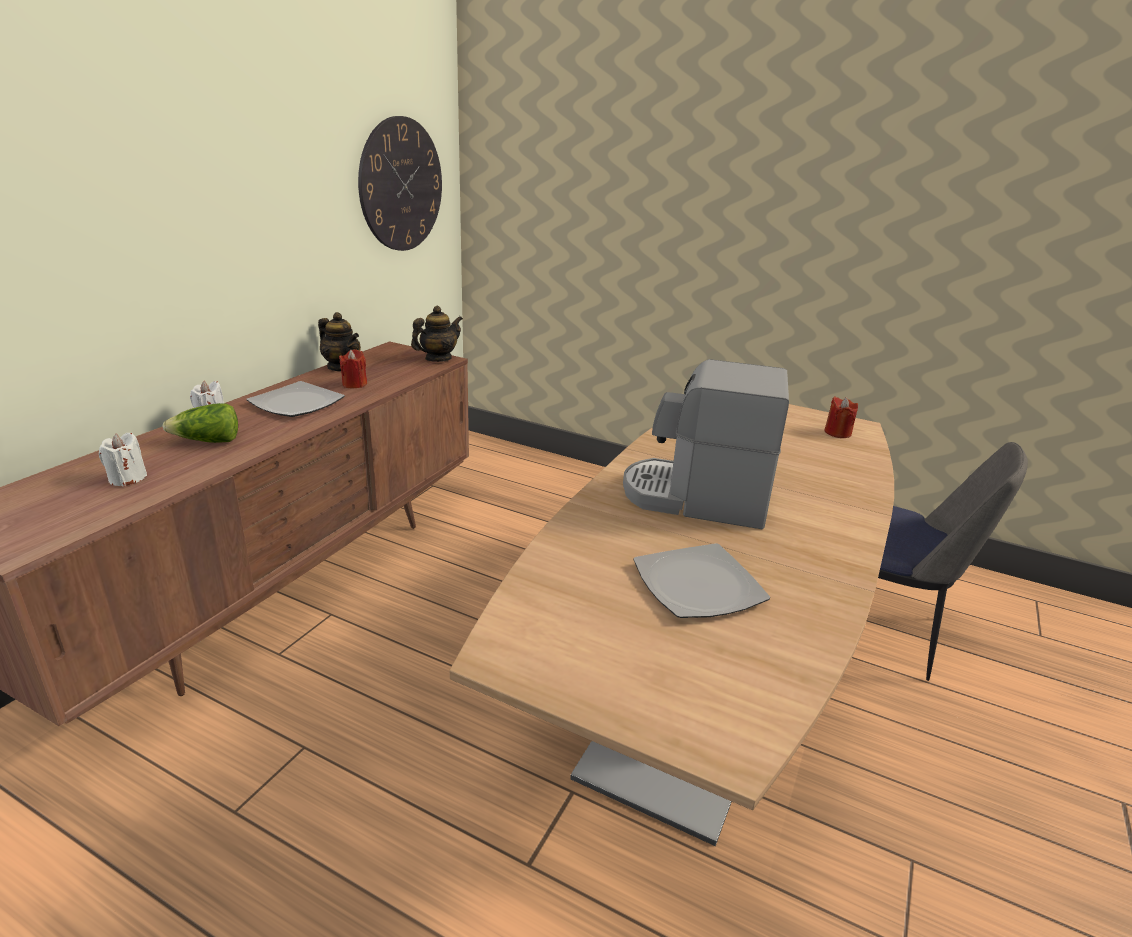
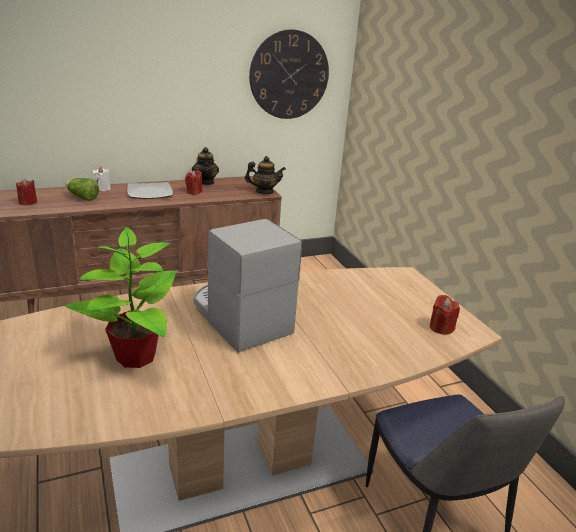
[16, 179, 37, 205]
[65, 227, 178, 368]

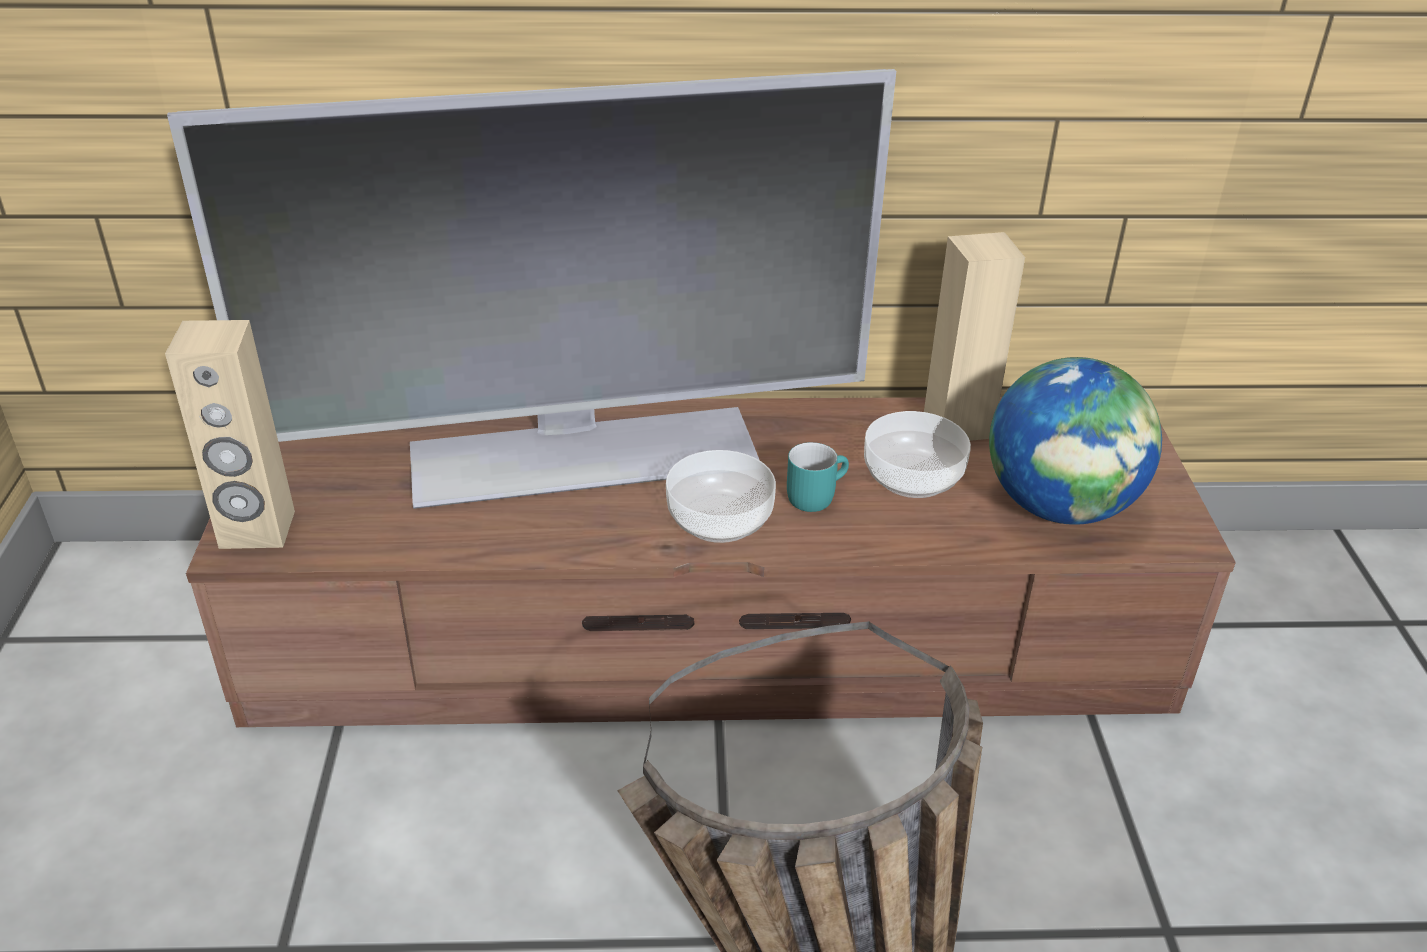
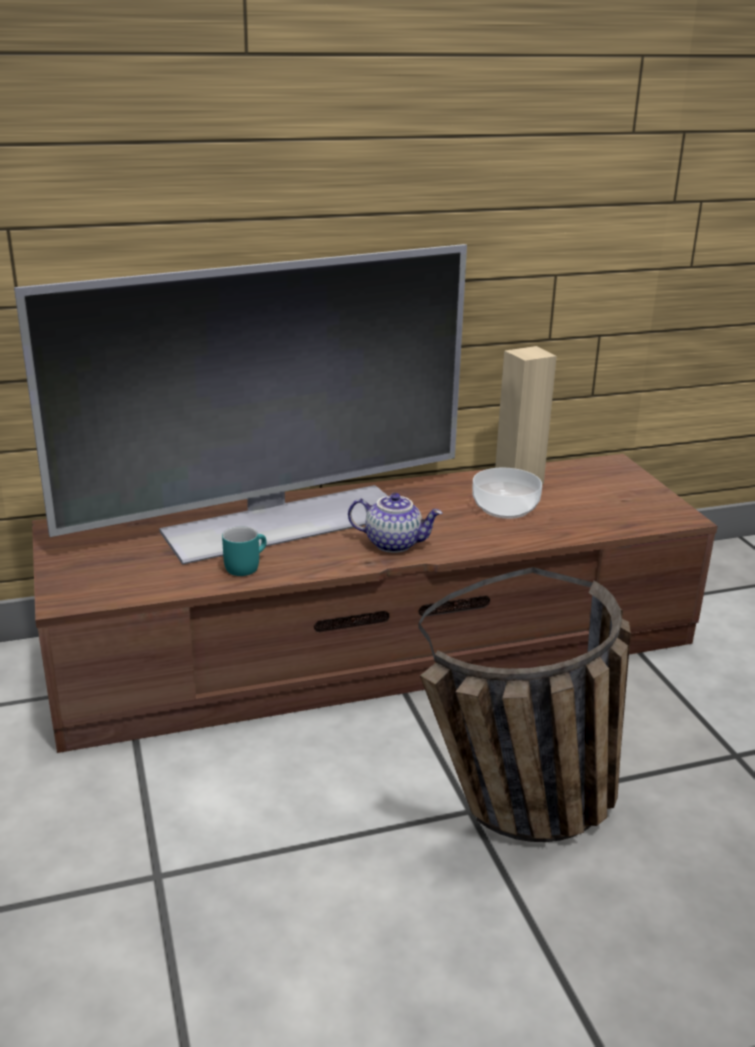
[165, 320, 295, 549] (first image)
[989, 357, 1162, 525] (first image)
[222, 526, 267, 576]
[348, 493, 442, 553]

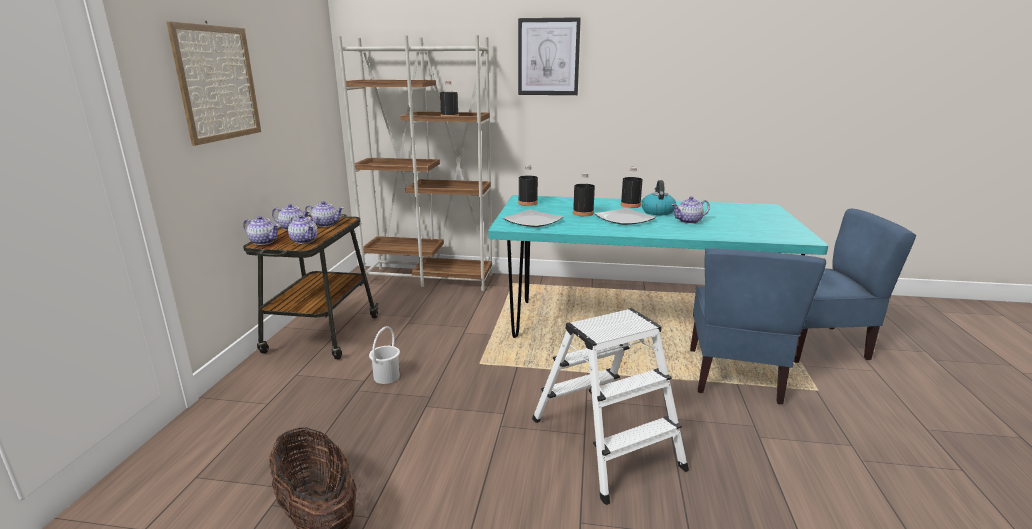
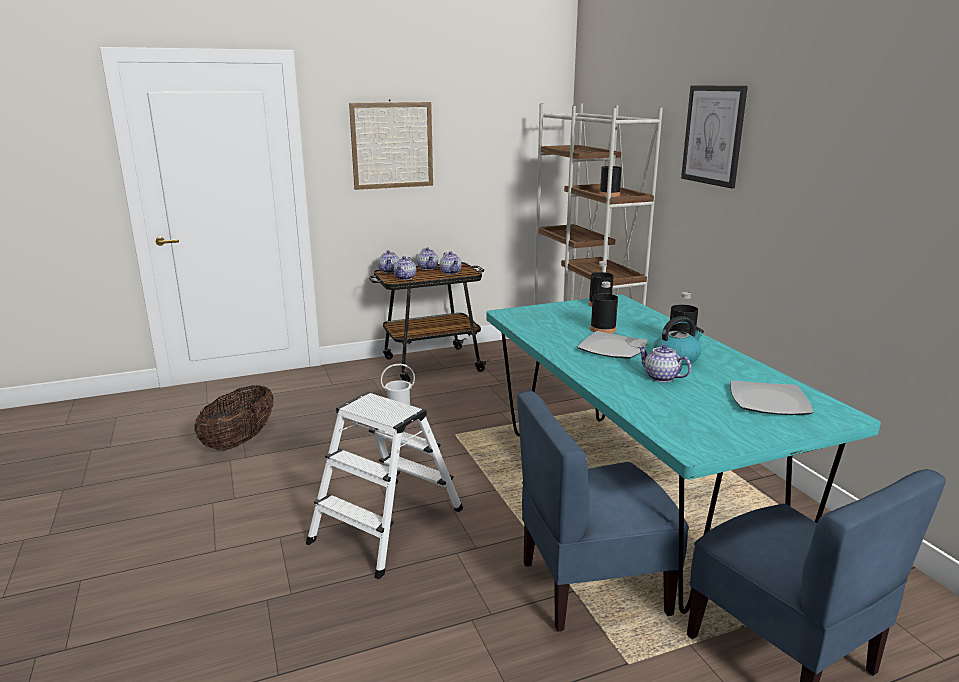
[731, 380, 813, 415]

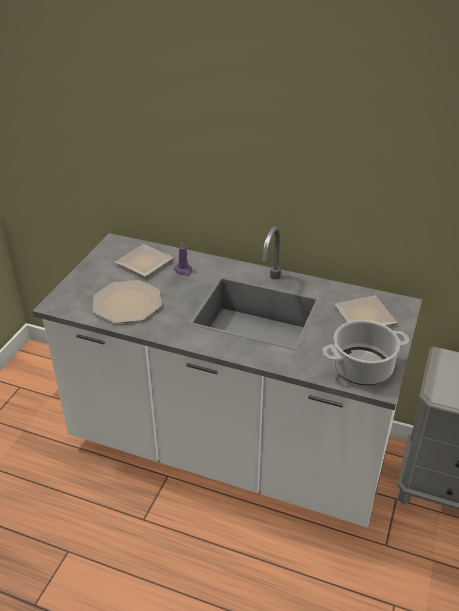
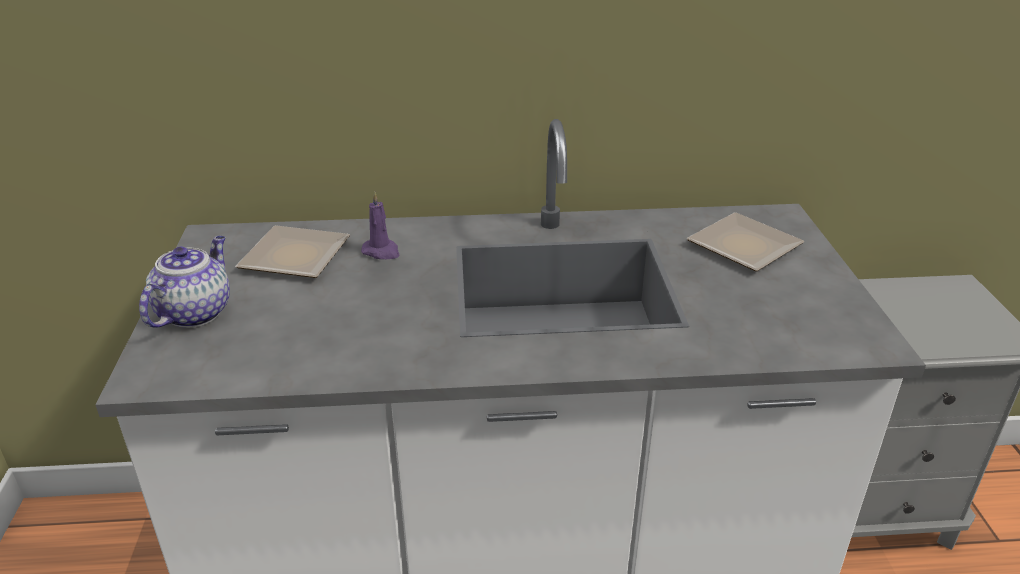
[93, 280, 162, 323] (first image)
[322, 320, 409, 385] (first image)
[139, 236, 230, 328]

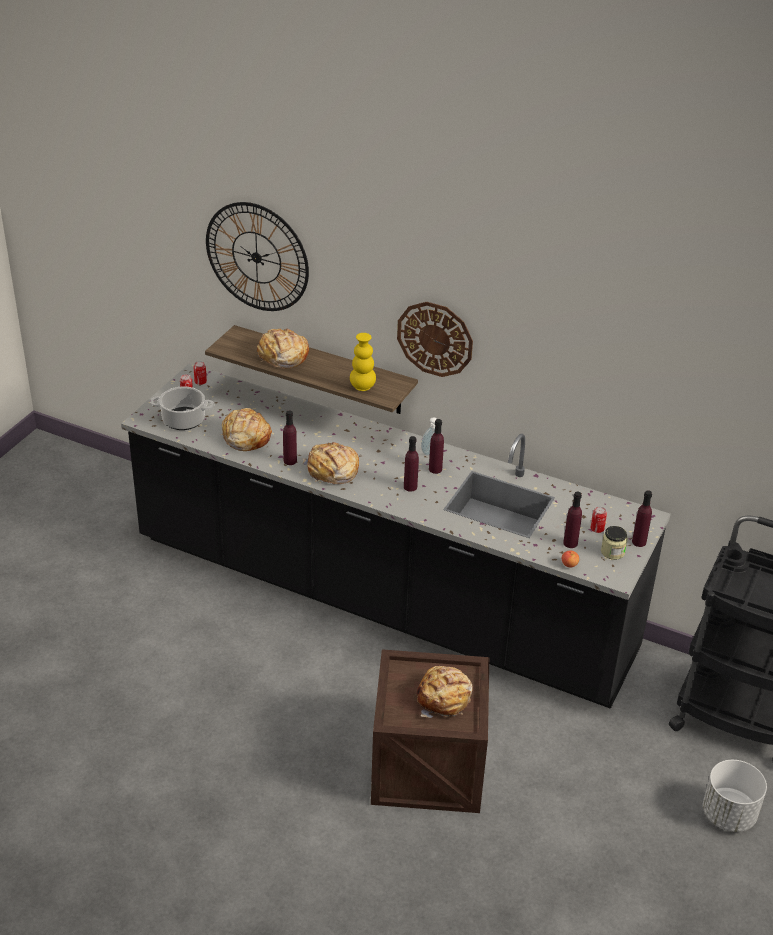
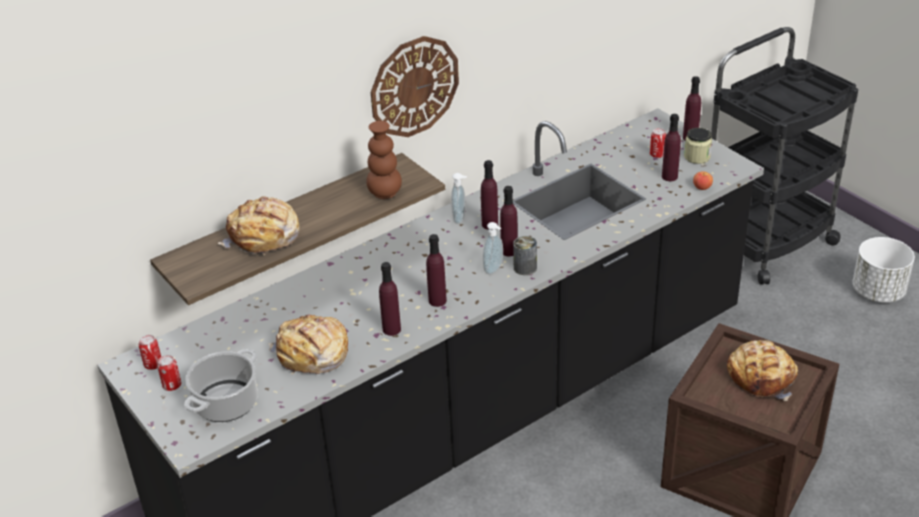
[206, 202, 309, 311] (first image)
[366, 121, 402, 199]
[426, 234, 447, 307]
[483, 222, 503, 274]
[513, 236, 537, 275]

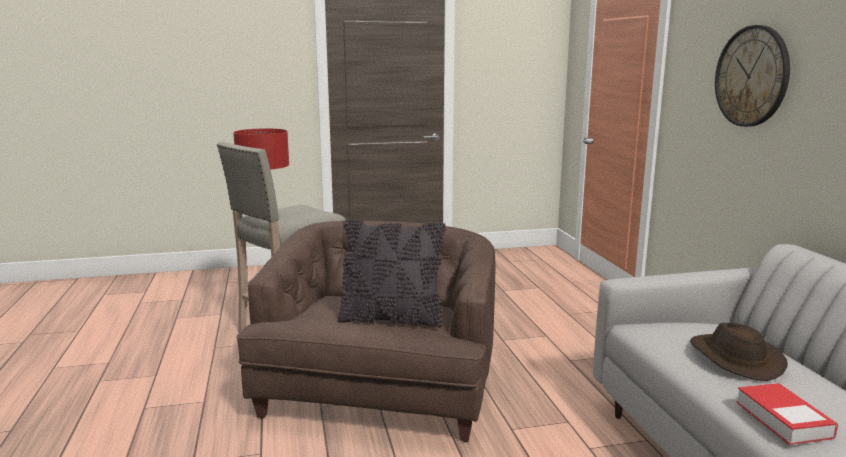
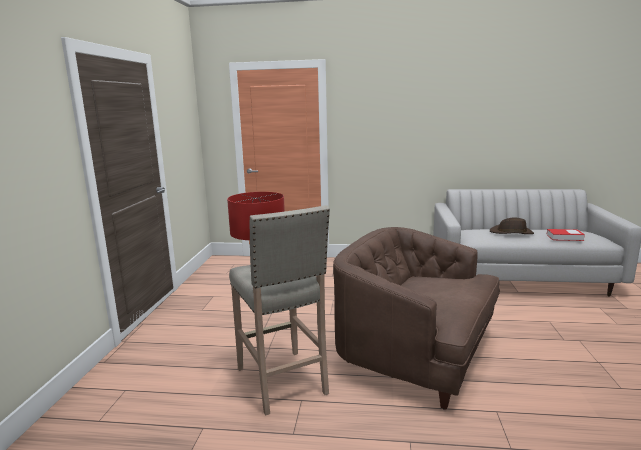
[715, 25, 790, 127] (first image)
[338, 219, 446, 328] (first image)

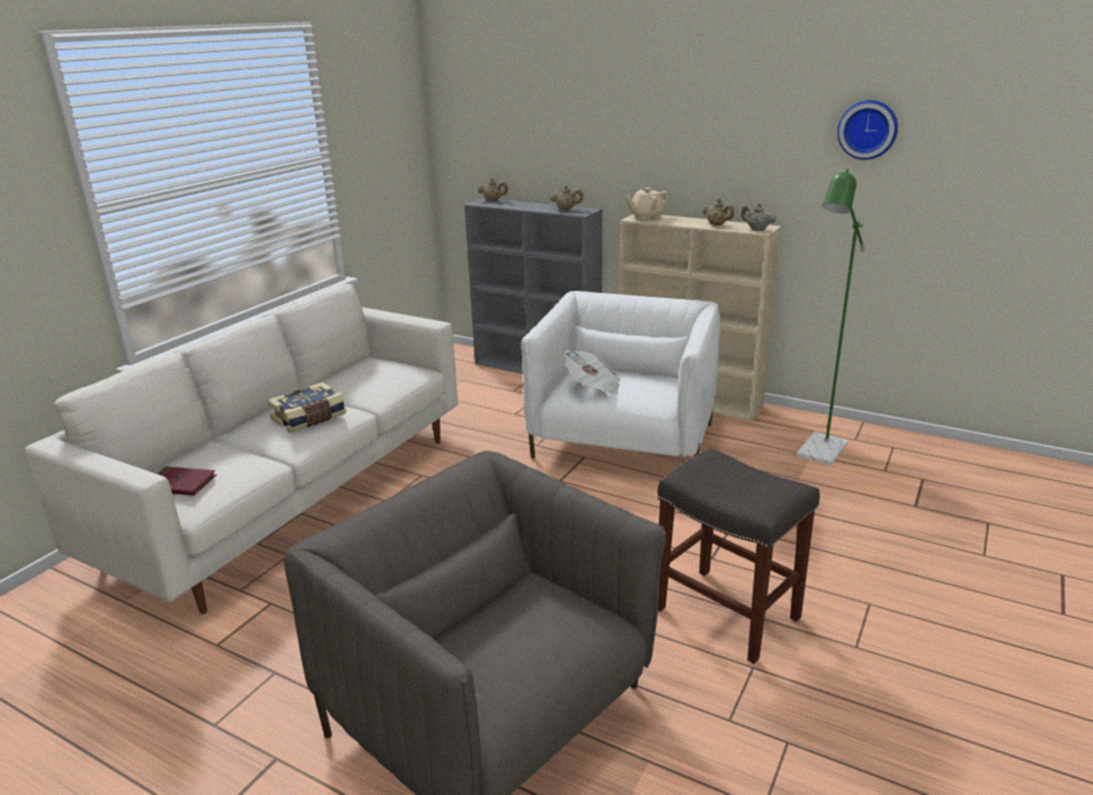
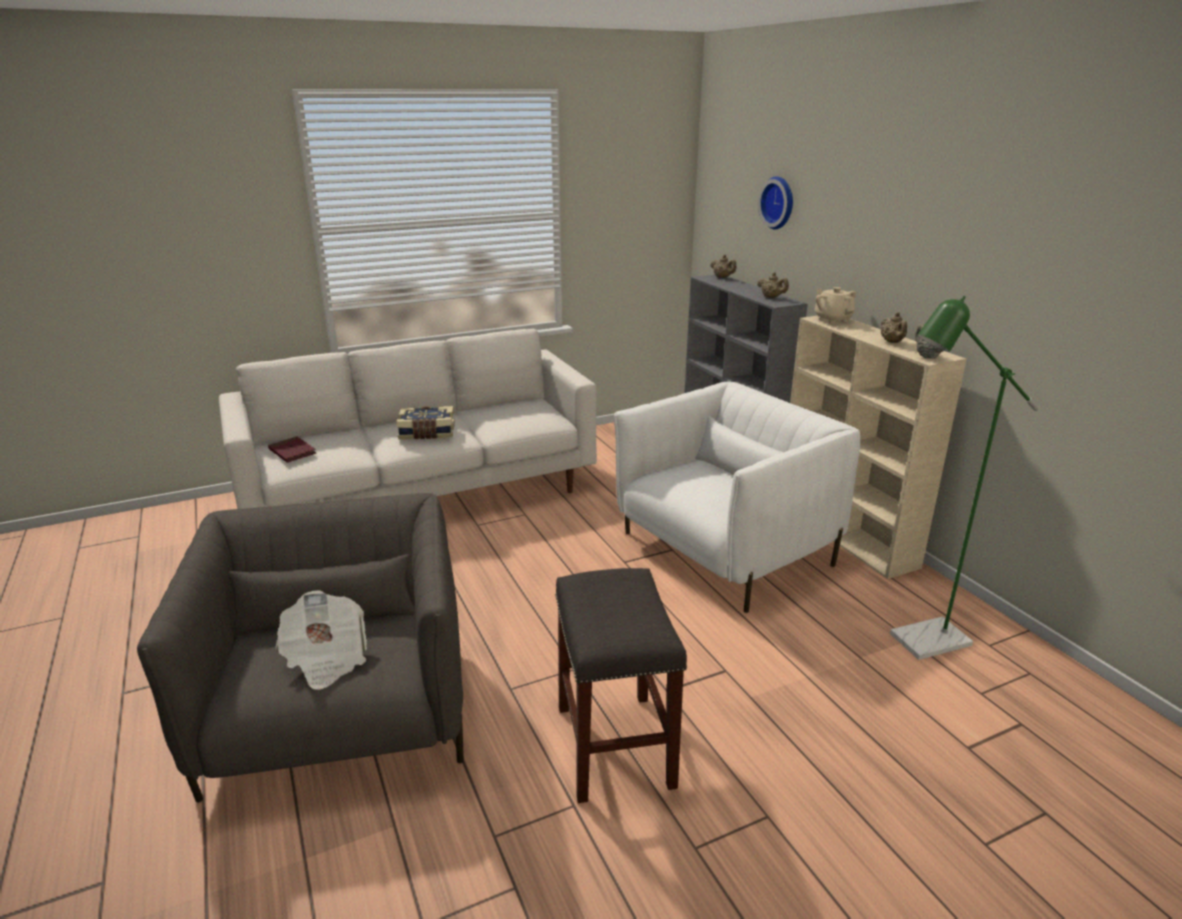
[758, 176, 793, 229]
[815, 287, 856, 324]
[275, 590, 367, 690]

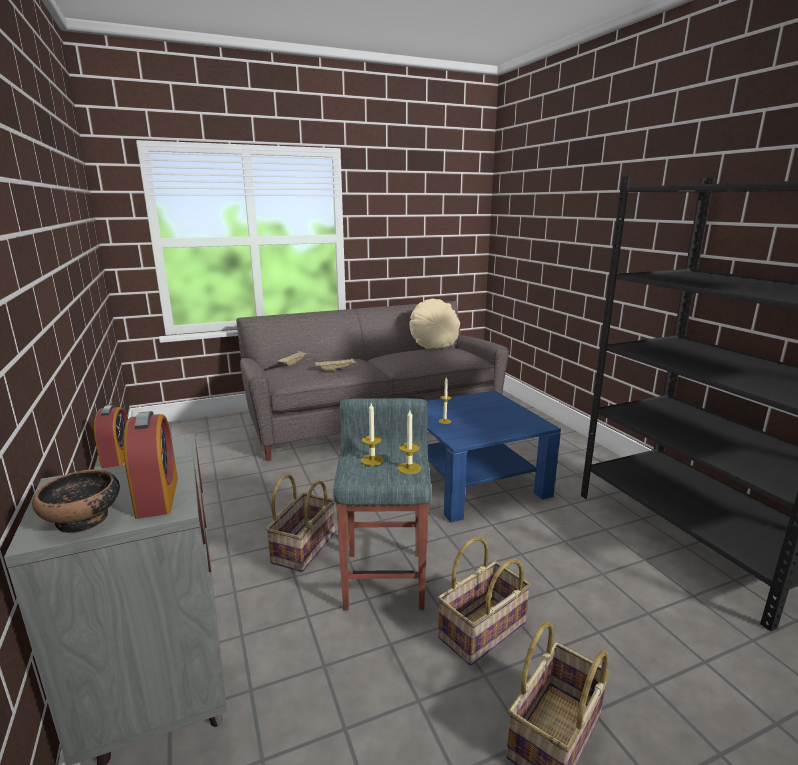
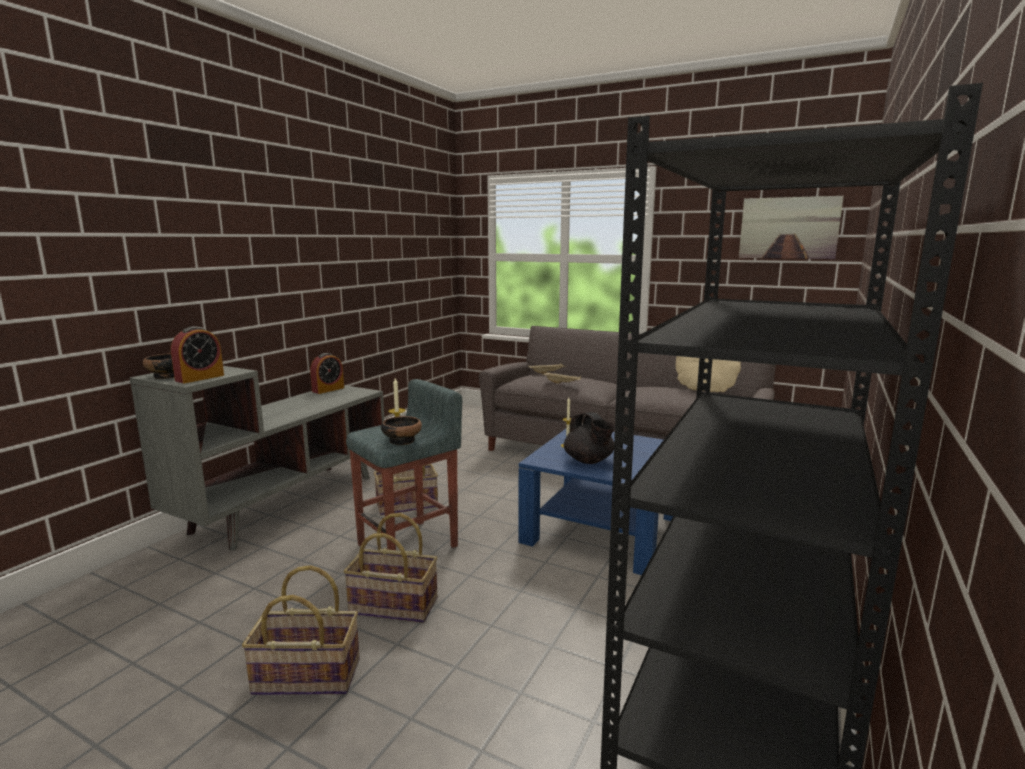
[381, 416, 422, 445]
[739, 196, 844, 259]
[564, 412, 615, 464]

